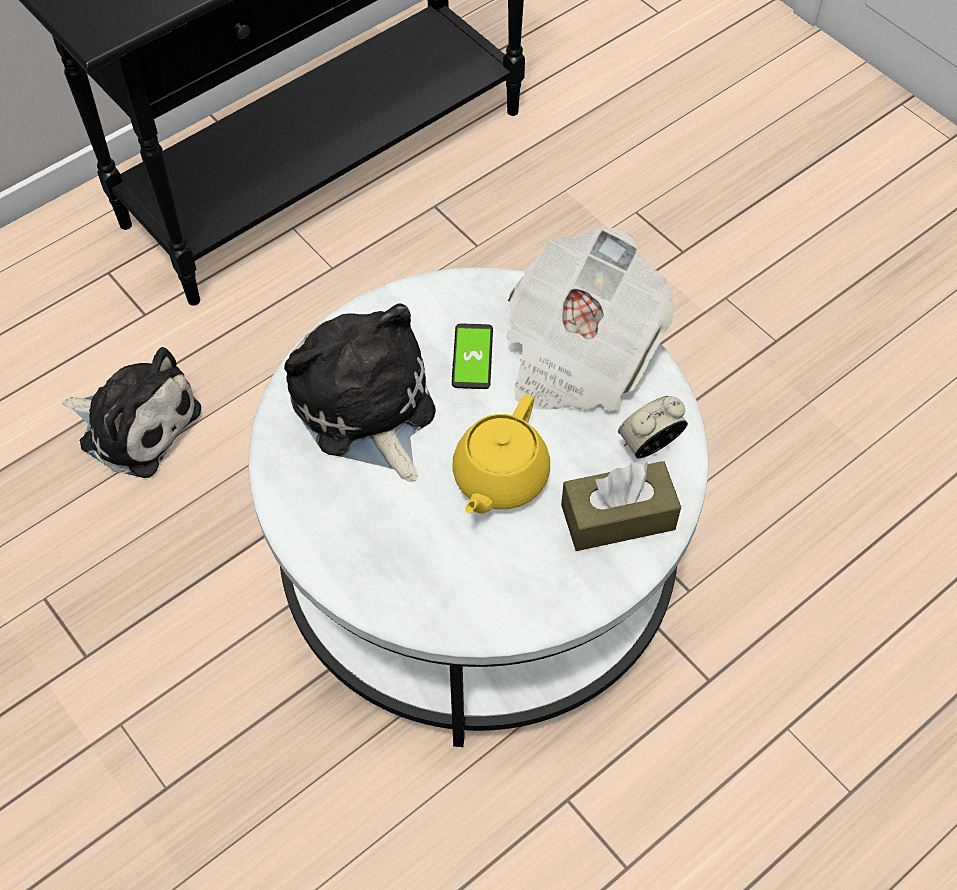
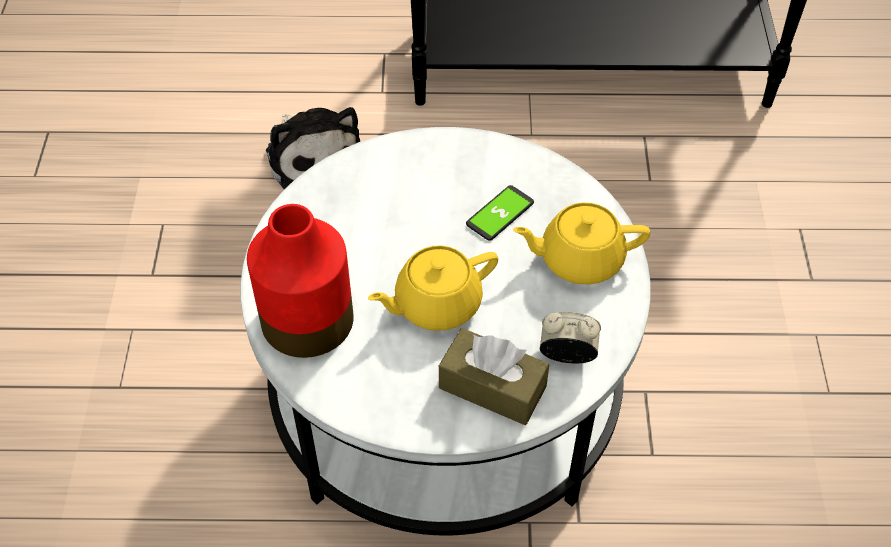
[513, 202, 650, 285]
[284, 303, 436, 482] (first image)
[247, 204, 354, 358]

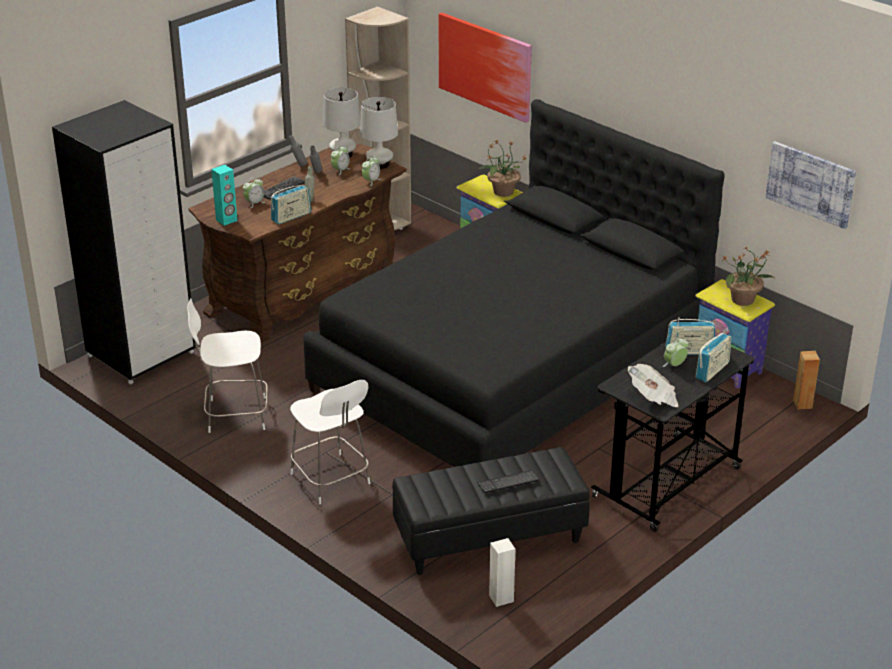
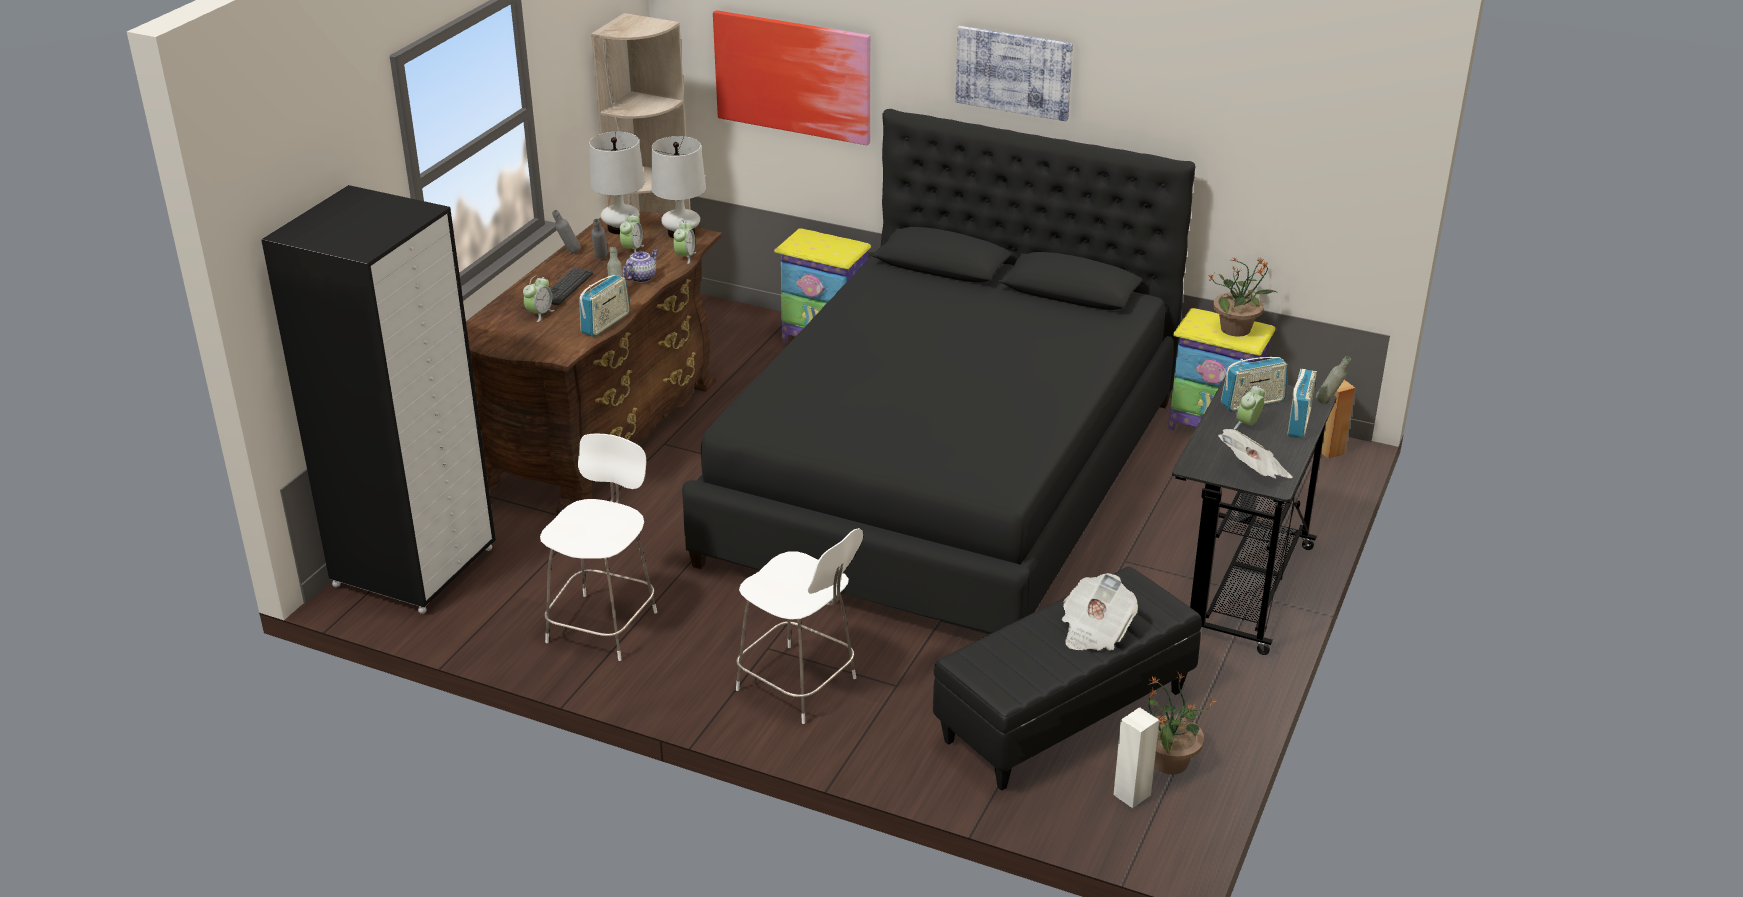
[1146, 671, 1216, 774]
[956, 26, 1073, 121]
[211, 165, 237, 226] (first image)
[540, 434, 657, 661]
[1062, 573, 1138, 651]
[622, 249, 658, 283]
[1316, 356, 1351, 404]

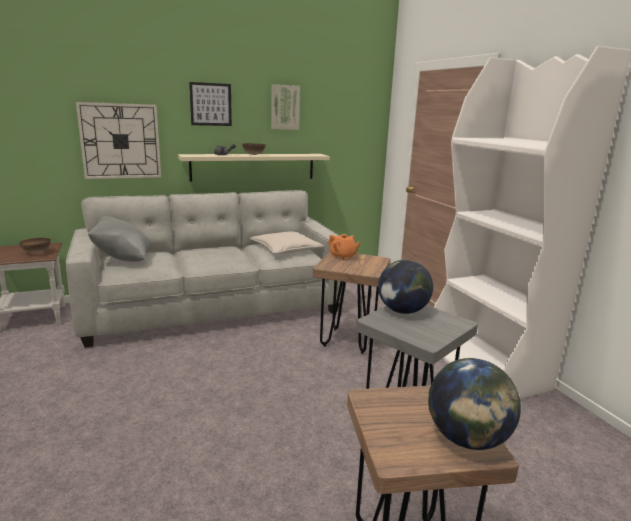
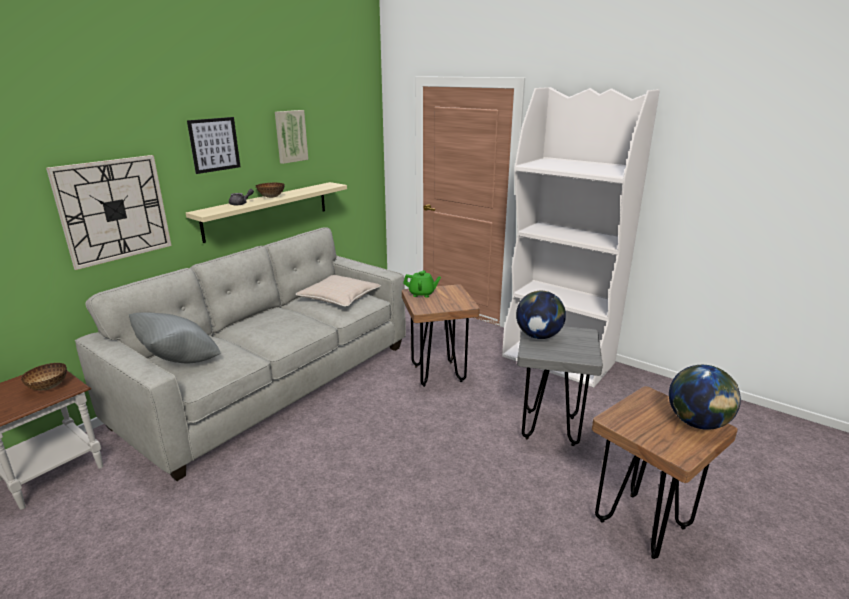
[403, 270, 441, 298]

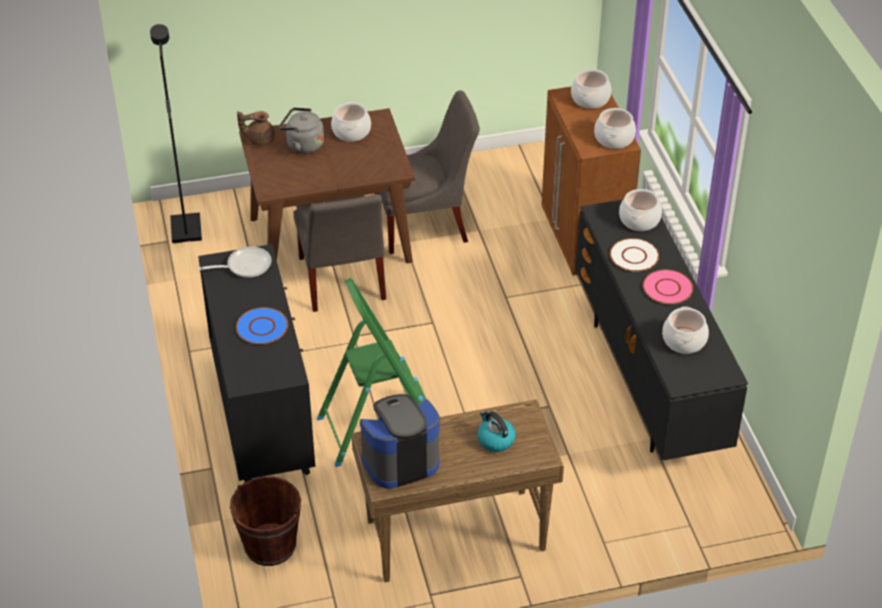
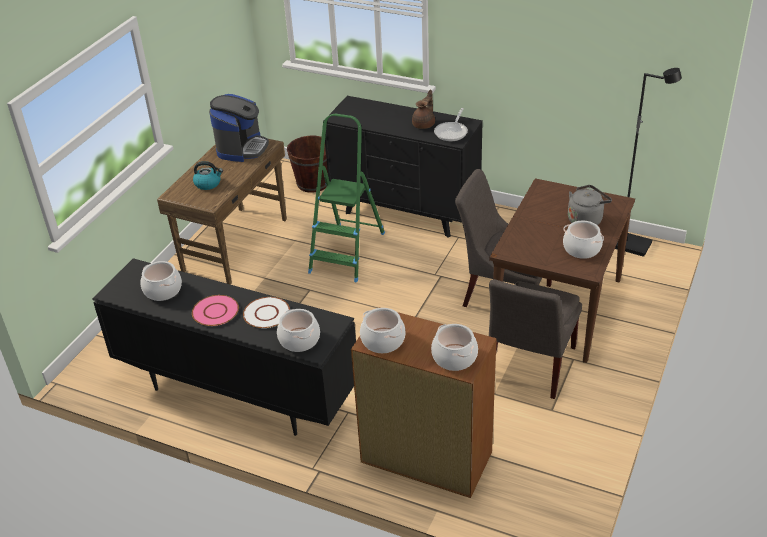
[412, 89, 435, 129]
[236, 307, 288, 344] (first image)

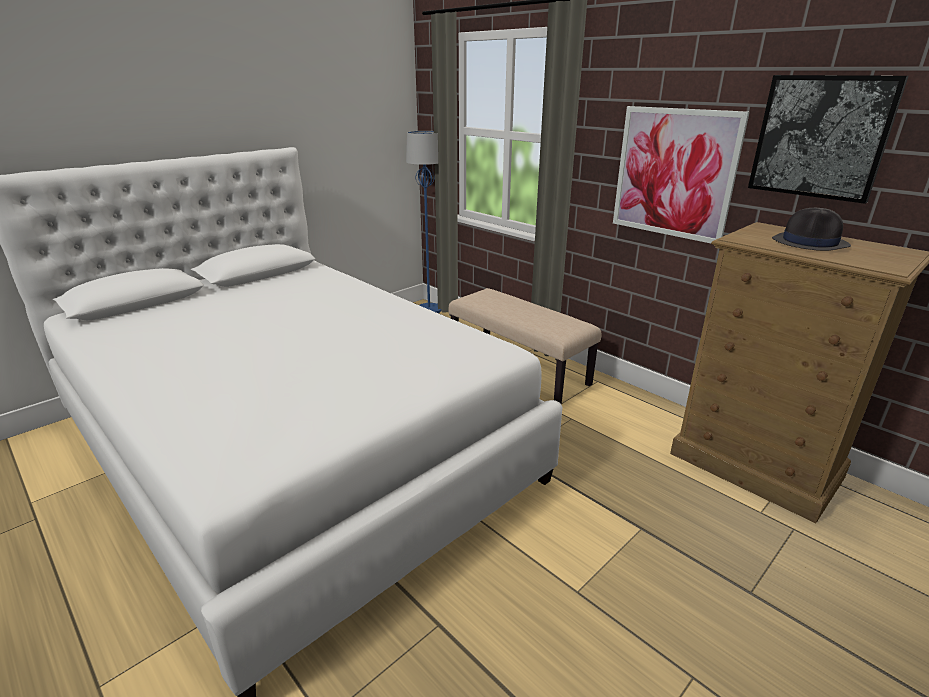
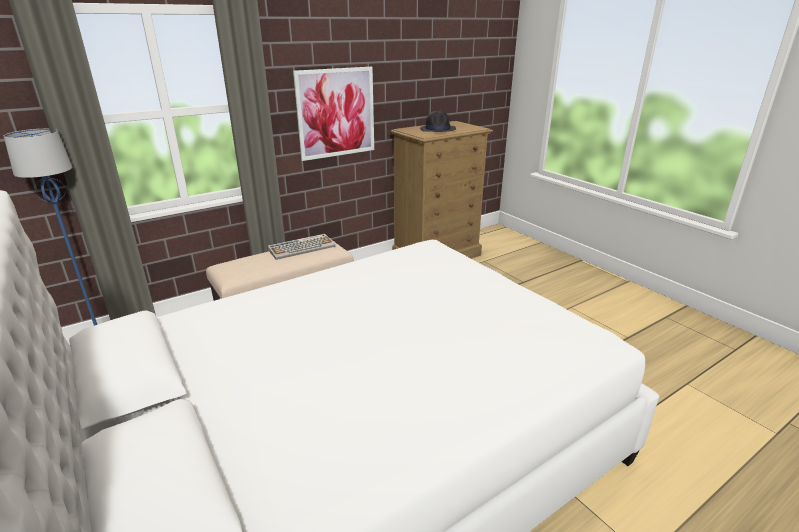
[748, 75, 908, 204] (first image)
[267, 234, 335, 260]

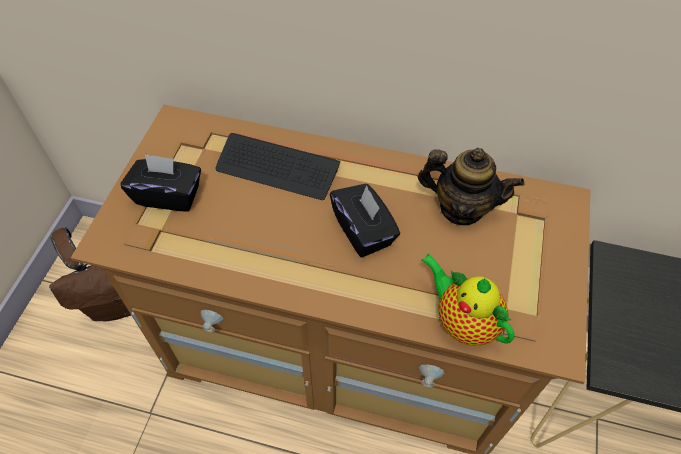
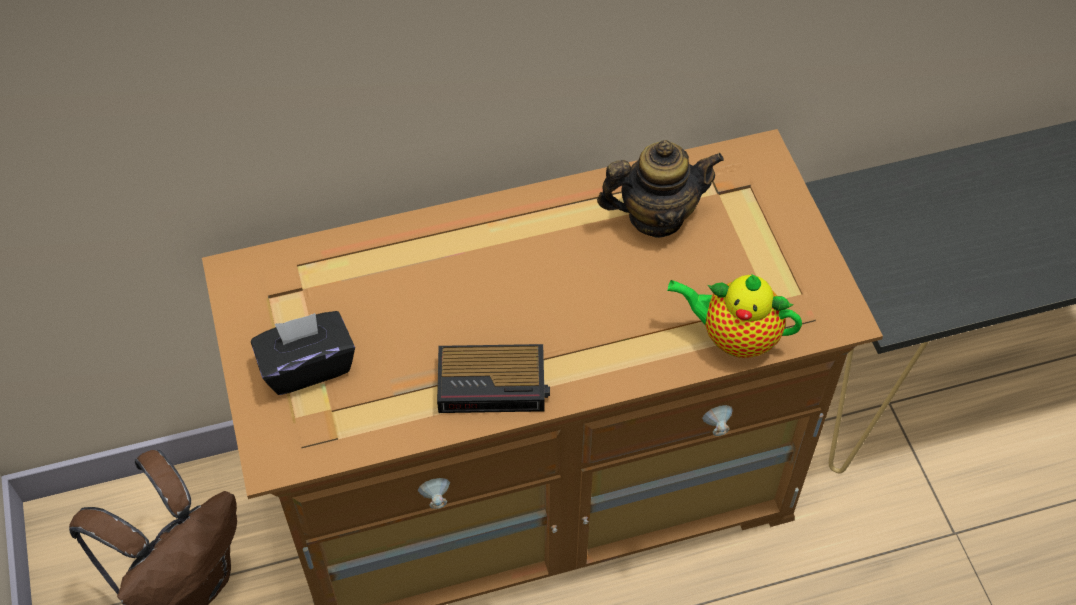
[215, 133, 340, 200] (first image)
[330, 184, 400, 257] (first image)
[437, 344, 550, 413]

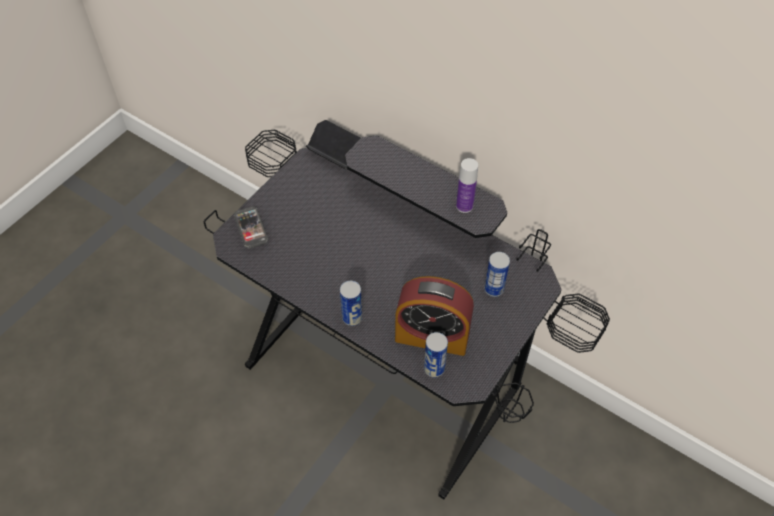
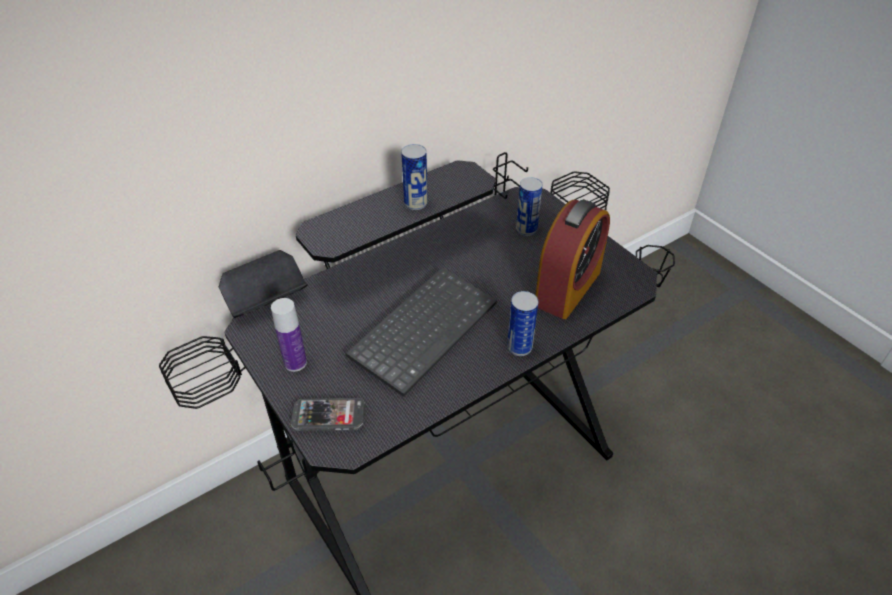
[271, 298, 307, 372]
[401, 144, 428, 210]
[346, 267, 497, 397]

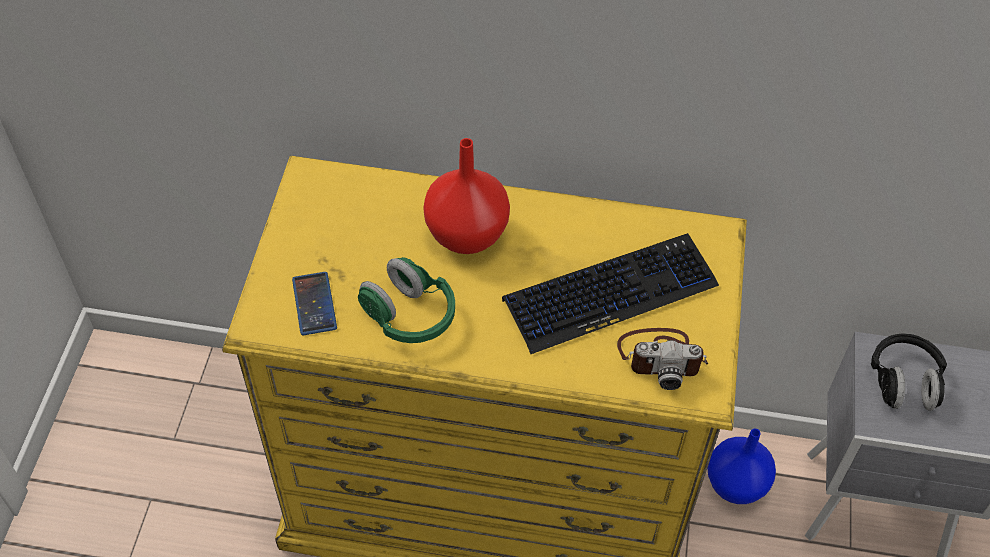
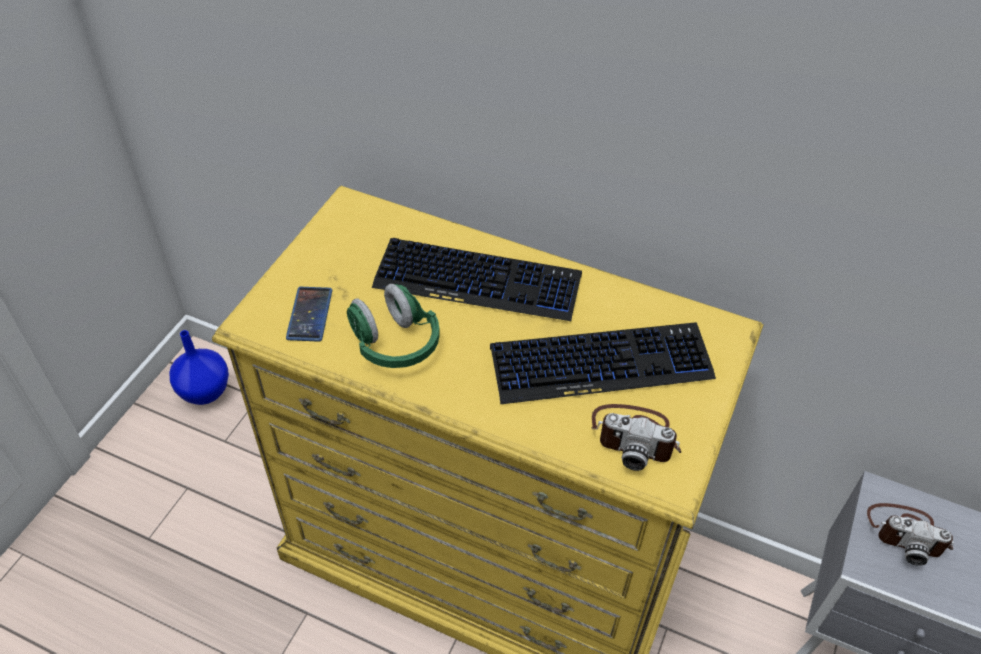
[372, 238, 582, 321]
[867, 503, 954, 566]
[169, 330, 229, 405]

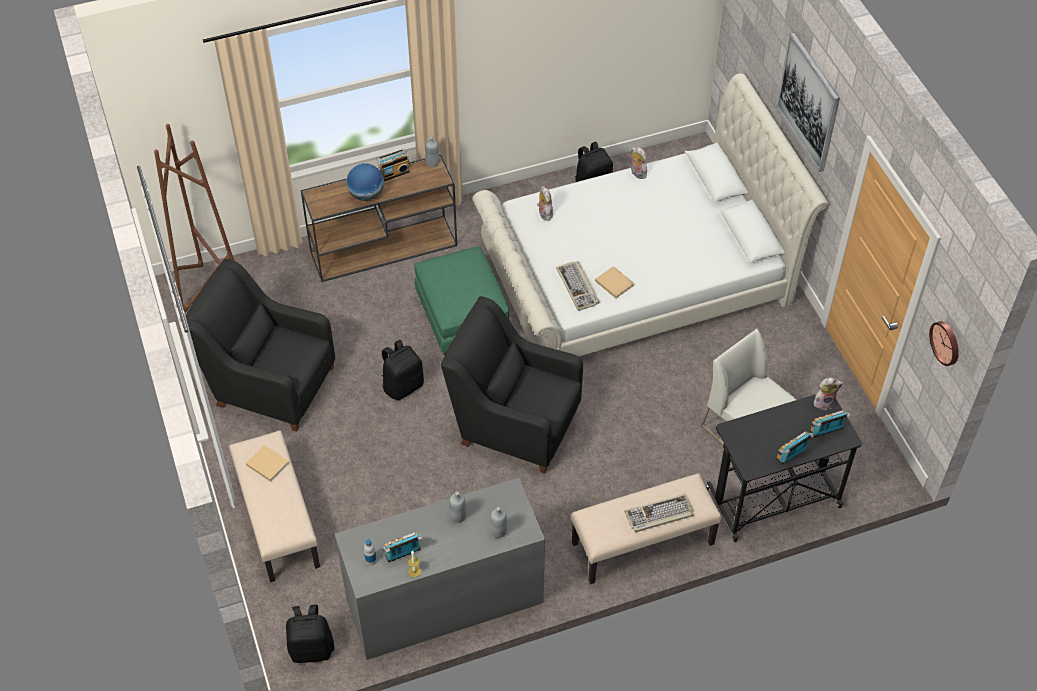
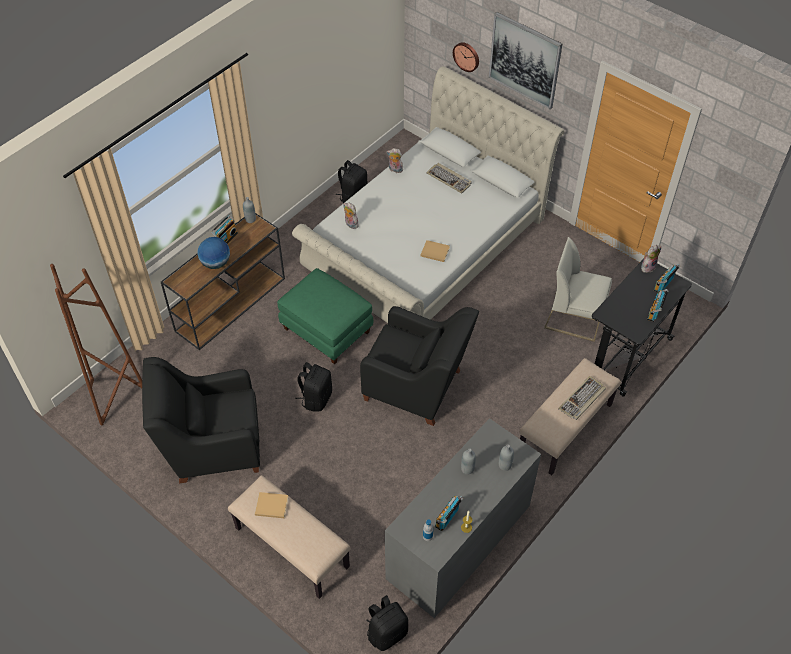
[426, 163, 472, 194]
[360, 306, 479, 426]
[453, 42, 479, 72]

